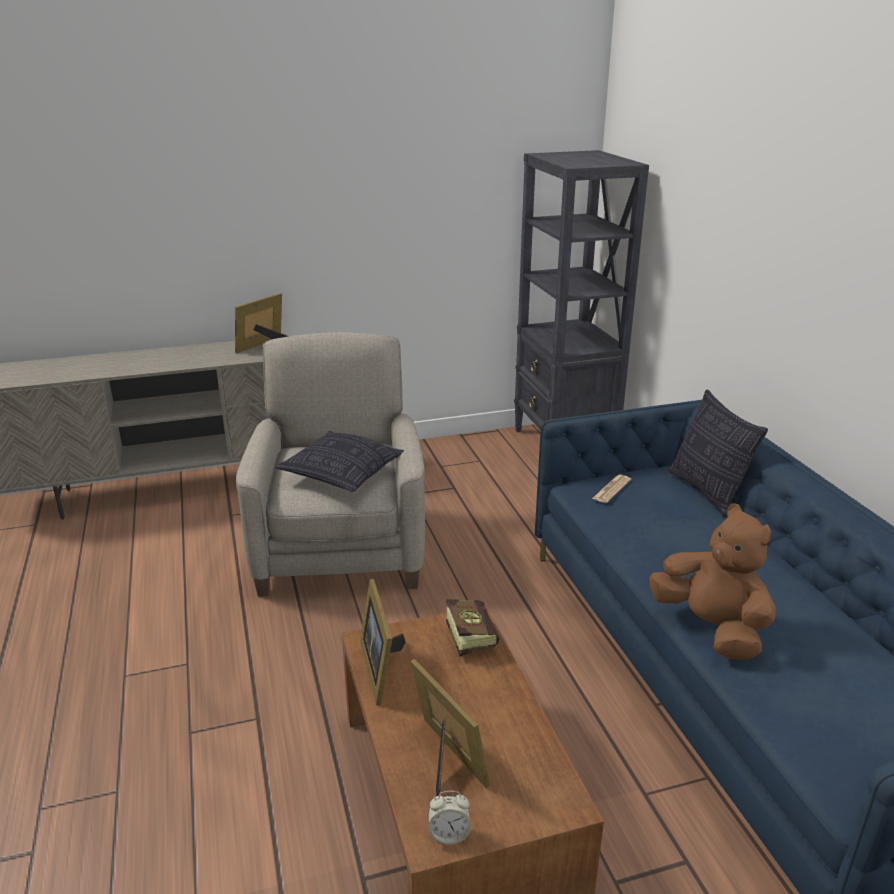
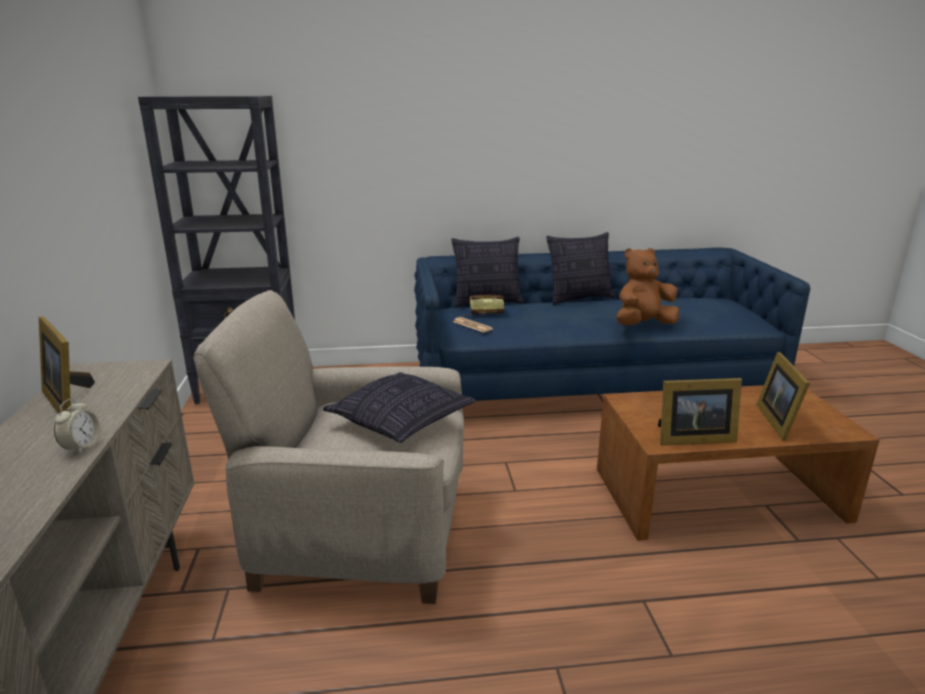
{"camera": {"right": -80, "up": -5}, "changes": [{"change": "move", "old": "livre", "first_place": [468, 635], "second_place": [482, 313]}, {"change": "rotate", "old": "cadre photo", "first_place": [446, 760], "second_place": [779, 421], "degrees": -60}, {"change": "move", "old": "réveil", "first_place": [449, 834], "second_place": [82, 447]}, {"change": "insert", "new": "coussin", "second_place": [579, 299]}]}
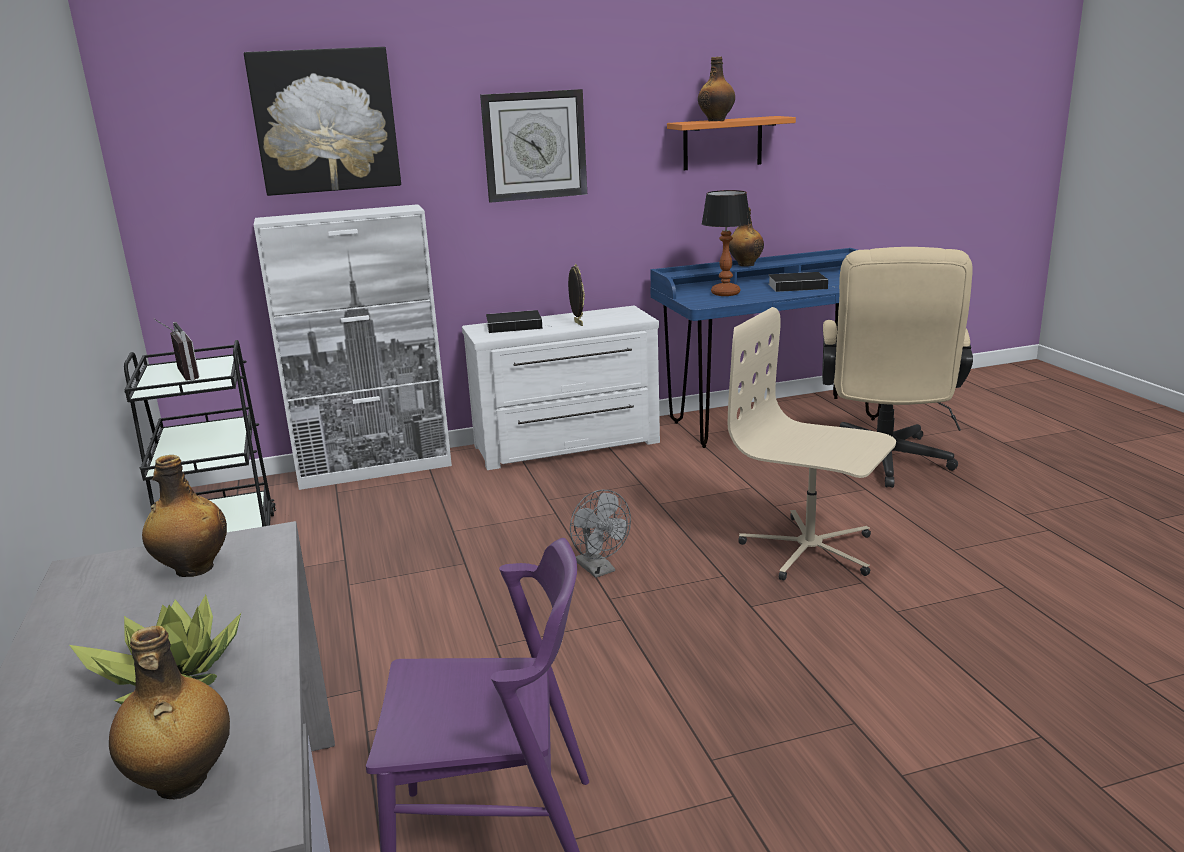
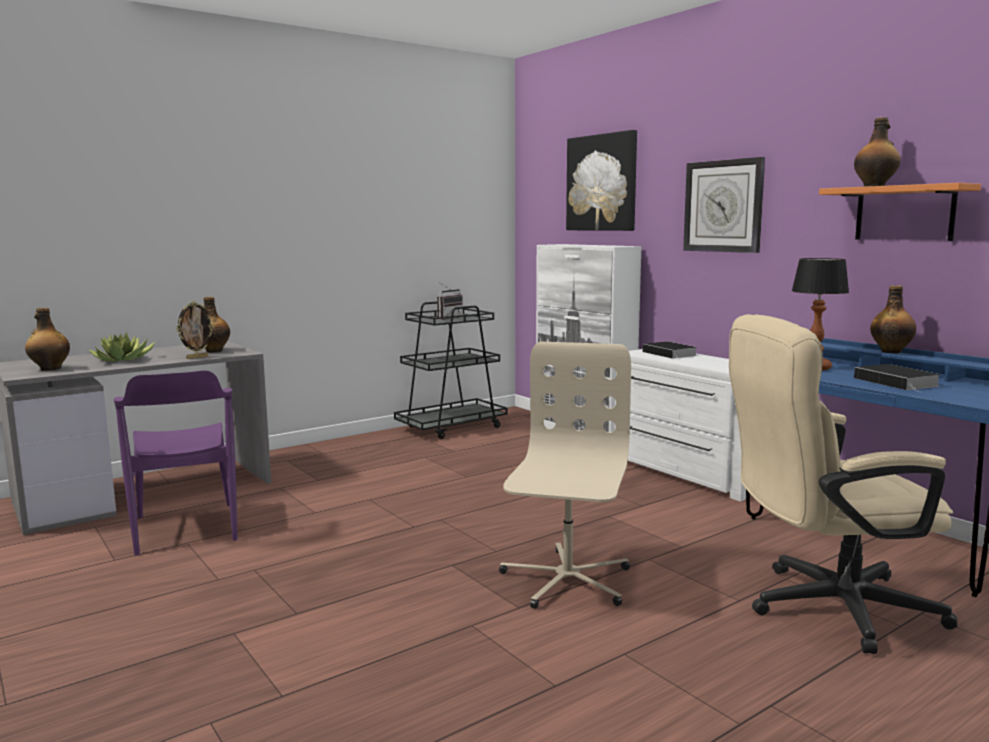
{"camera": {"right": 70, "up": -10}, "changes": [{"change": "move", "old": "cadre photo", "first_place": [577, 323], "second_place": [197, 357]}, {"change": "delete", "old": "ventilateur (gris)", "first_place": [599, 569]}]}
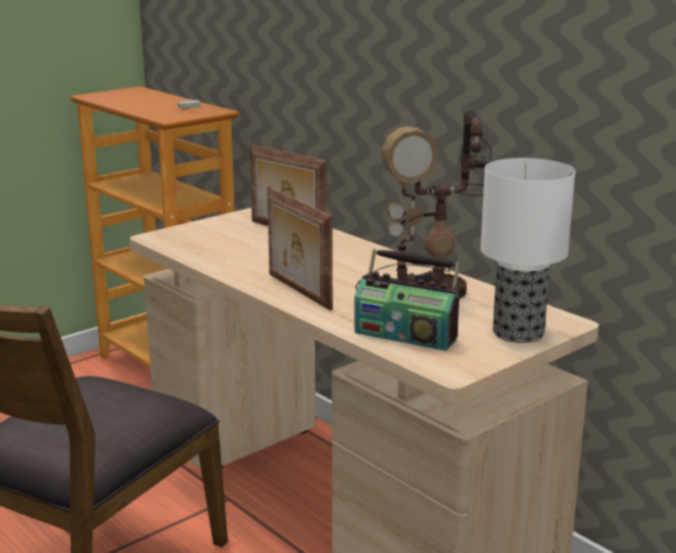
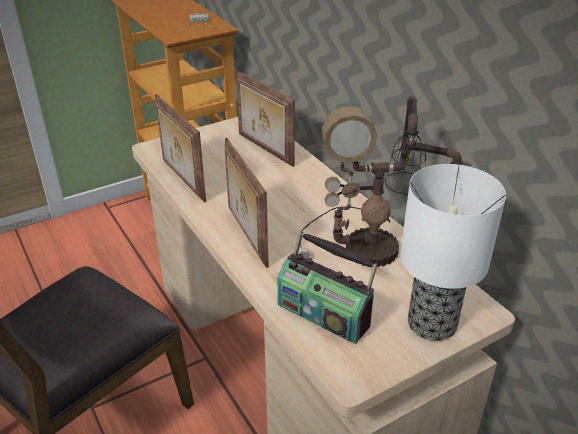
{"camera": {"right": 10, "up": 15}, "changes": [{"change": "insert", "new": "cadre photo", "second_place": [182, 180]}]}
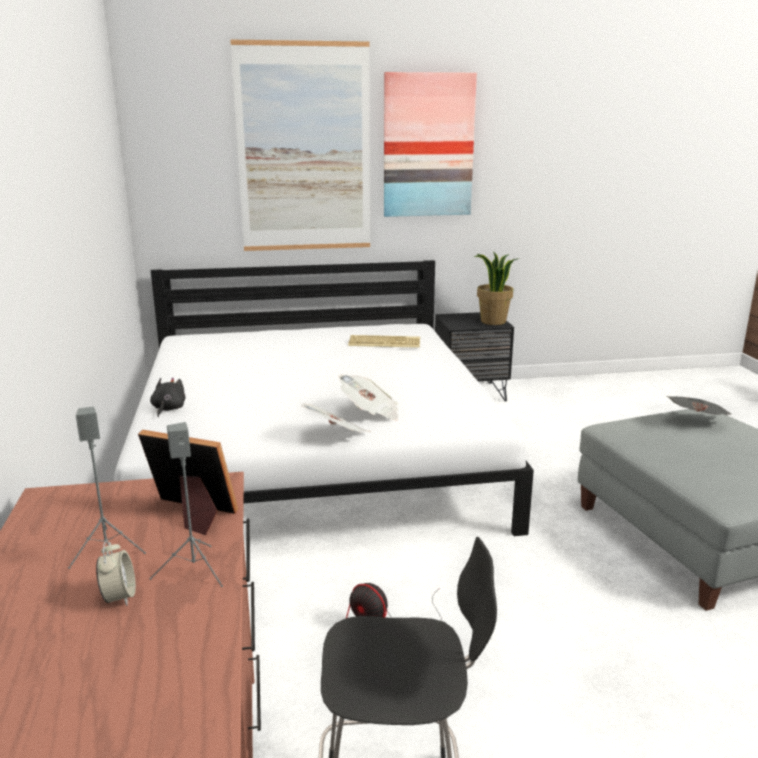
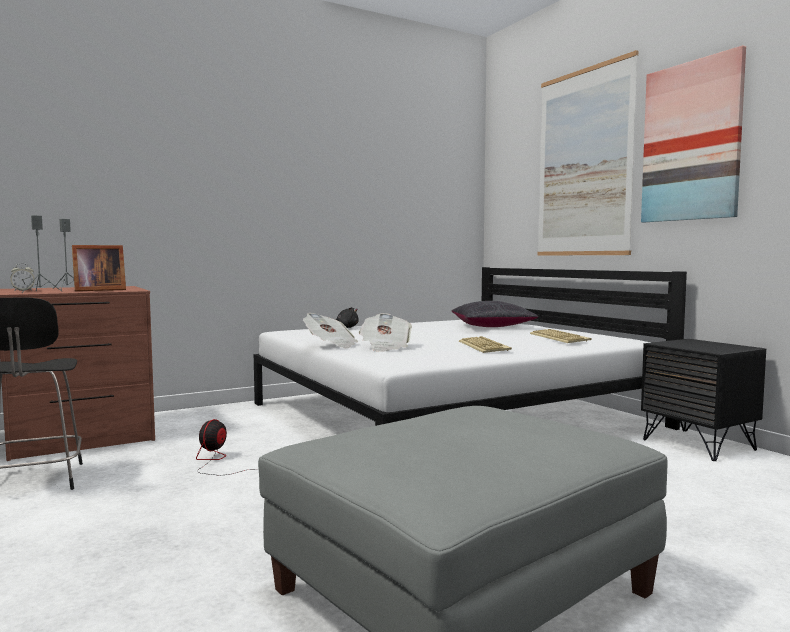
{"camera": {"right": 70, "up": -15}, "changes": [{"change": "delete", "old": "plante en pot", "first_place": [493, 321]}, {"change": "delete", "old": "journal", "first_place": [697, 421]}, {"change": "rotate", "old": "cadre photo", "first_place": [192, 514], "second_place": [97, 290], "degrees": 60}, {"change": "insert", "new": "coussin (noir)", "second_place": [492, 326]}, {"change": "insert", "new": "clavier", "second_place": [485, 346]}]}
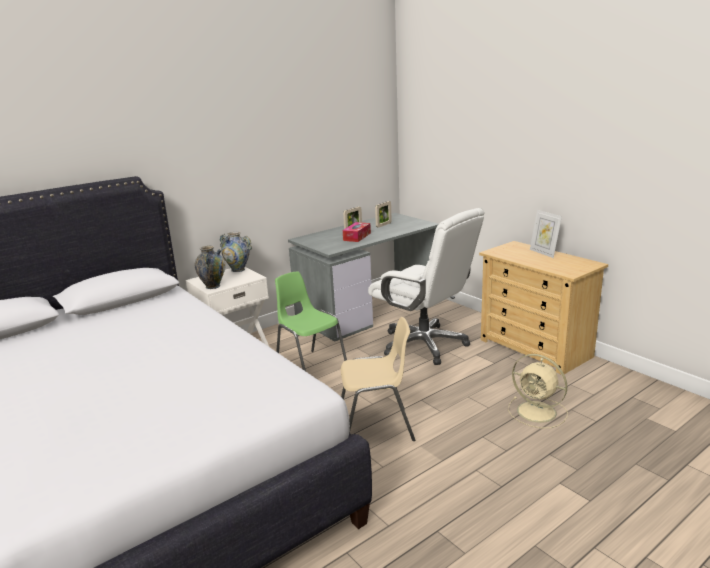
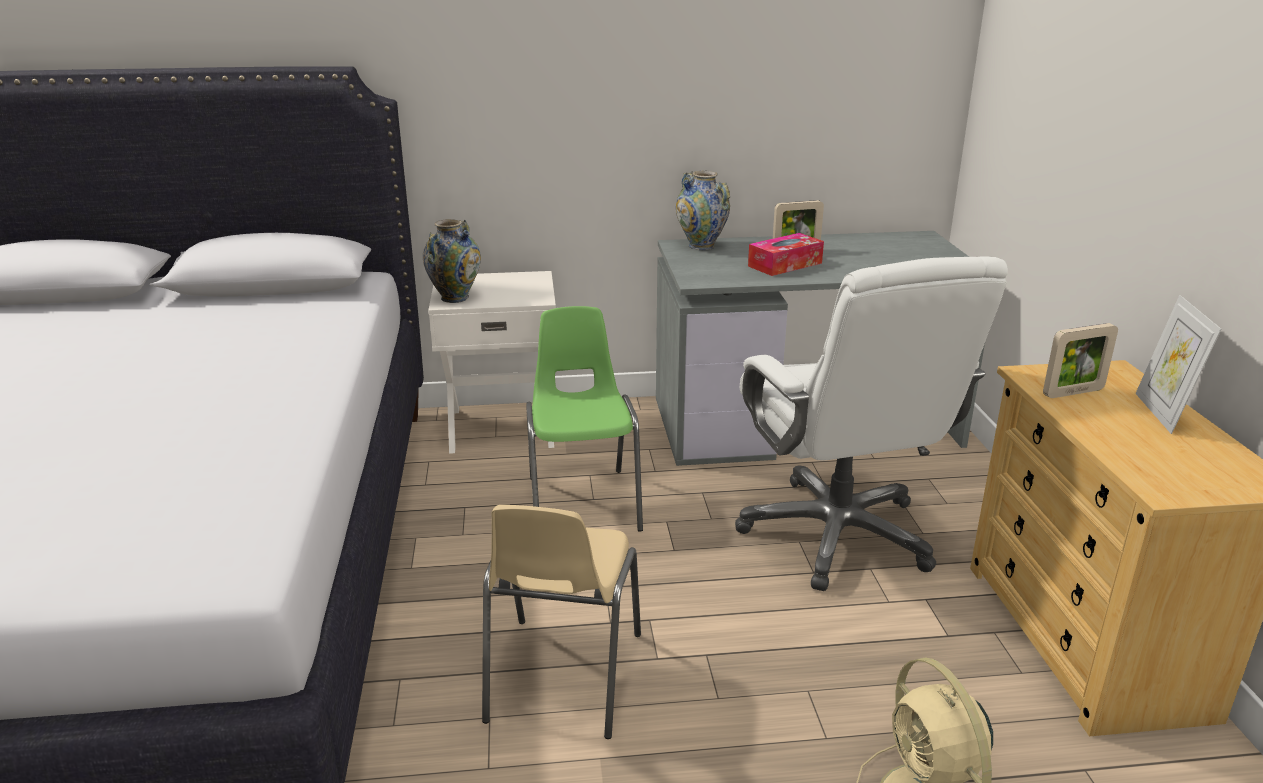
{"camera": {"right": 30, "up": 5}, "changes": [{"change": "move", "old": "cadre photo", "first_place": [383, 225], "second_place": [1073, 392]}, {"change": "move", "old": "vase", "first_place": [238, 269], "second_place": [701, 246]}, {"change": "rotate", "old": "chaise (beige)", "first_place": [376, 428], "second_place": [562, 677], "degrees": 75}]}
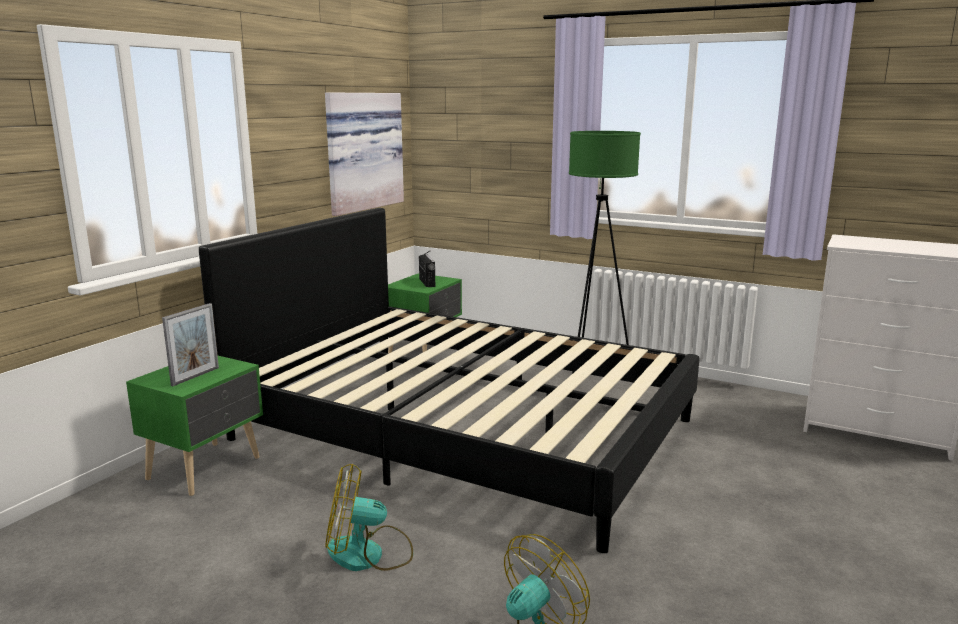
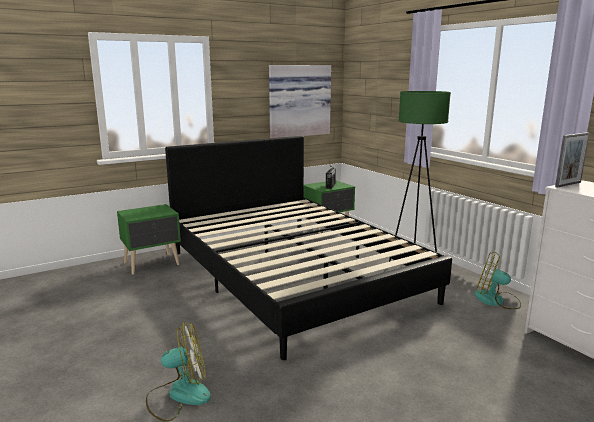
{"camera": {"right": 30, "up": 0}, "changes": [{"change": "move", "old": "cadre photo", "first_place": [195, 376], "second_place": [568, 184]}, {"change": "move", "old": "ventilateur", "first_place": [368, 554], "second_place": [496, 300]}]}
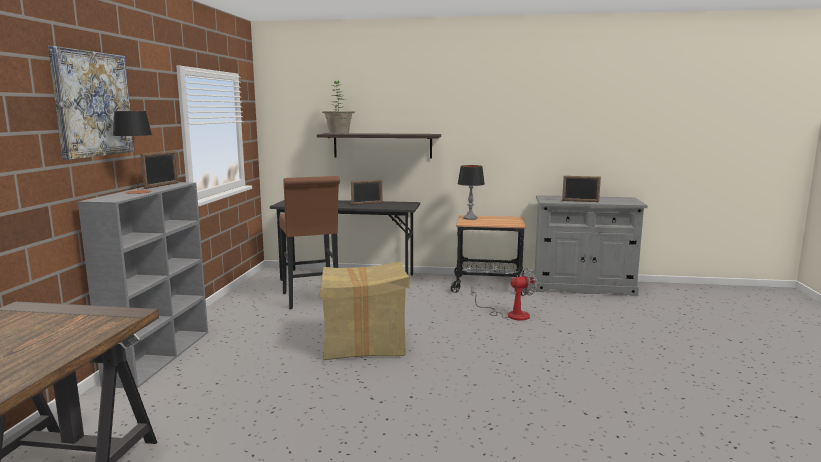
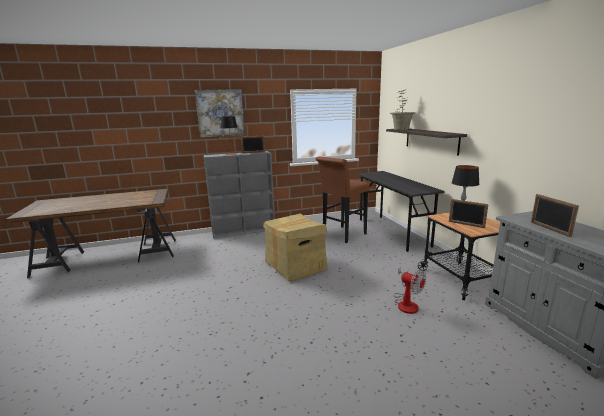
{"camera": {"right": 65, "up": 5}, "changes": [{"change": "move", "old": "cadre photo", "first_place": [367, 203], "second_place": [466, 224]}]}
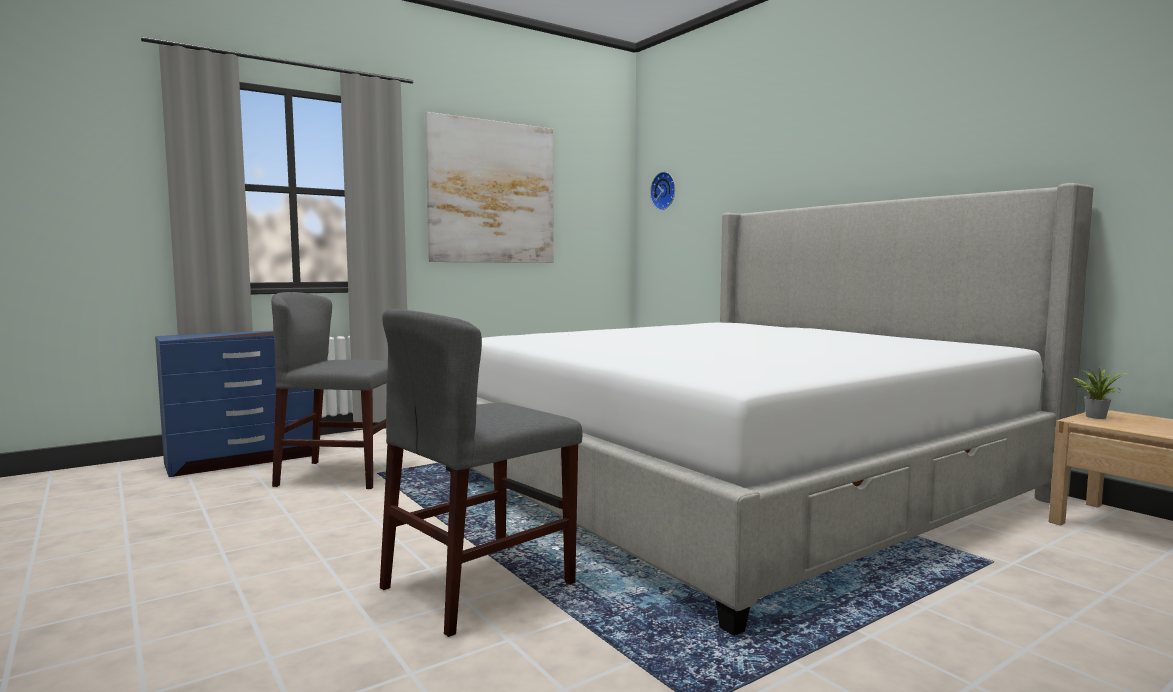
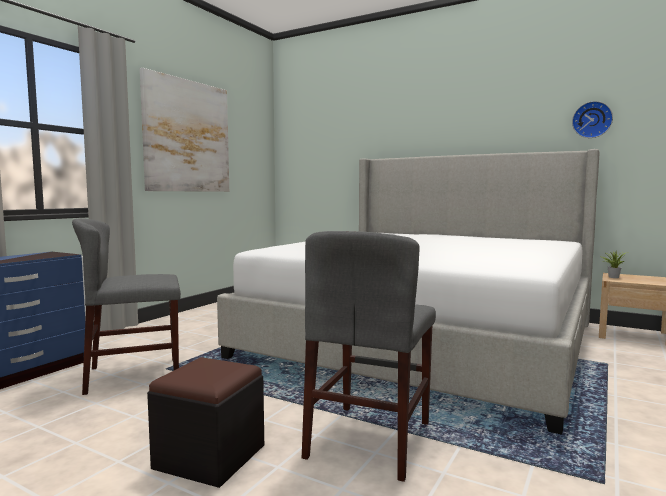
{"camera": {"right": -25, "up": 0}, "changes": [{"change": "move", "old": "horloge murale", "first_place": [664, 191], "second_place": [592, 120]}, {"change": "insert", "new": "pouf (noir)", "second_place": [209, 457]}]}
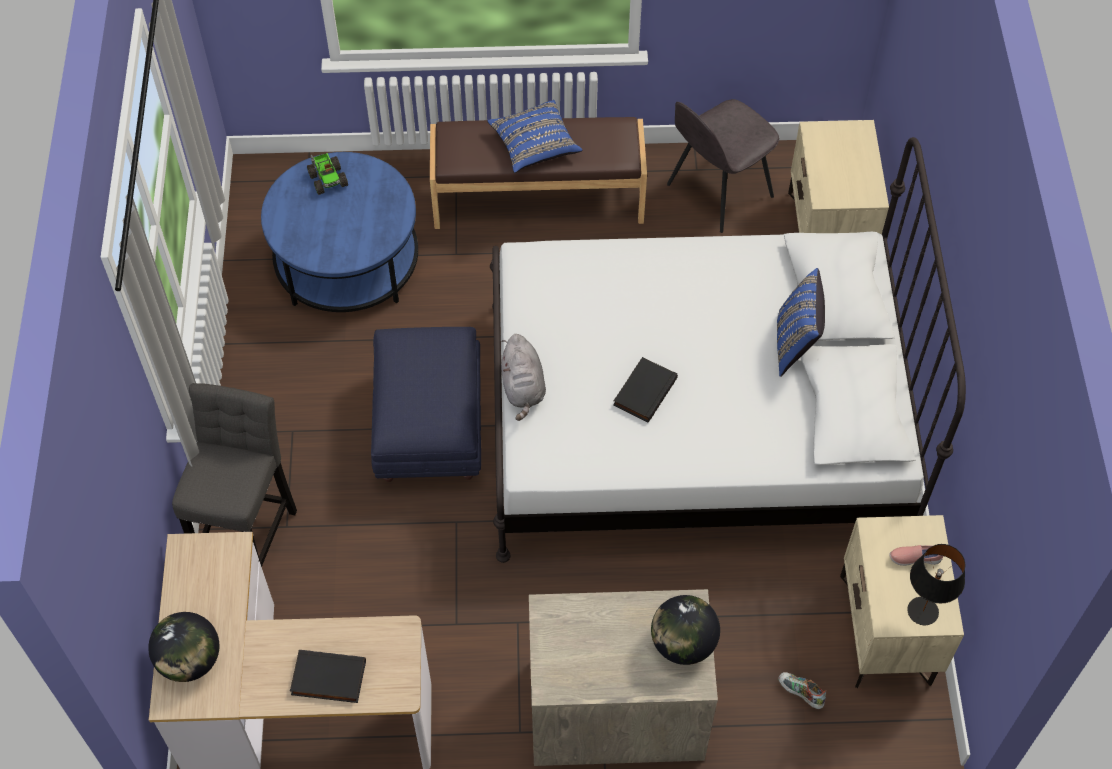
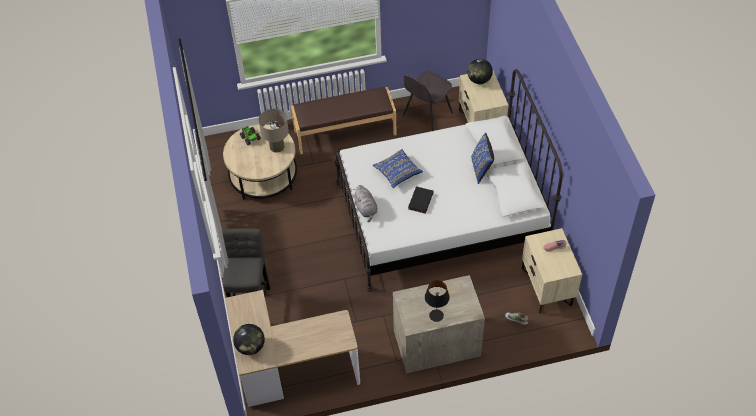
{"camera": {"right": -10, "up": -5}, "changes": [{"change": "move", "old": "coussin (bleu)", "first_place": [534, 145], "second_place": [397, 173]}, {"change": "recolor", "old": "table basse (bleu)", "new": "table basse (beige)", "first_place": [347, 261], "second_place": [263, 176]}, {"change": "delete", "old": "pouf (bleu)", "first_place": [430, 429]}, {"change": "move", "old": "lampe de table (noir)", "first_place": [922, 611], "second_place": [436, 315]}, {"change": "move", "old": "globe", "first_place": [683, 643], "second_place": [479, 80]}, {"change": "delete", "old": "livre (noir)", "first_place": [328, 679]}, {"change": "insert", "new": "lampe de table (beige)", "second_place": [277, 146]}]}
